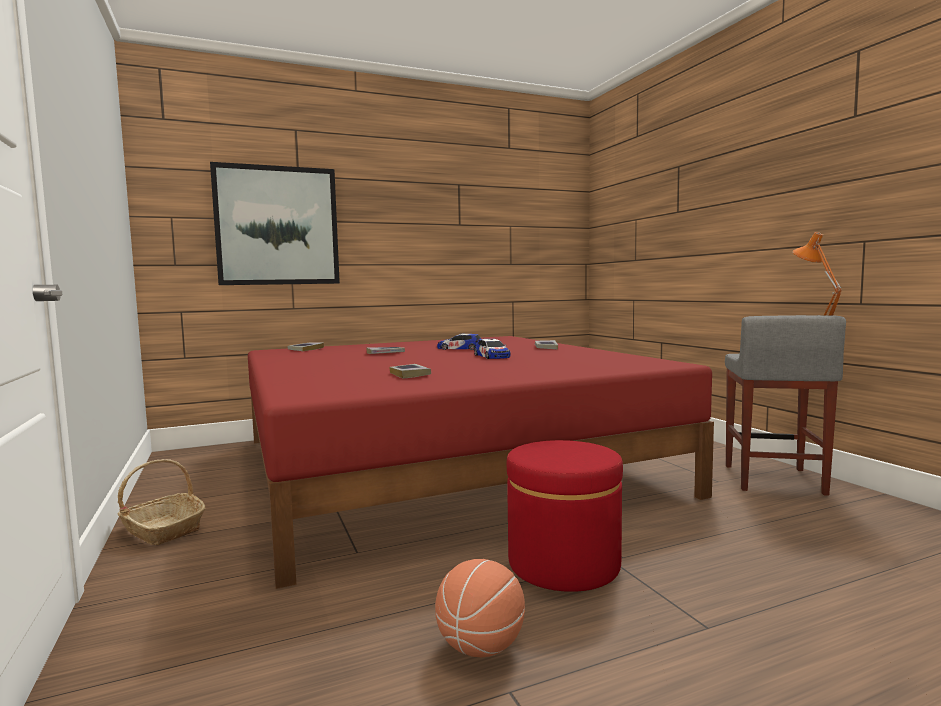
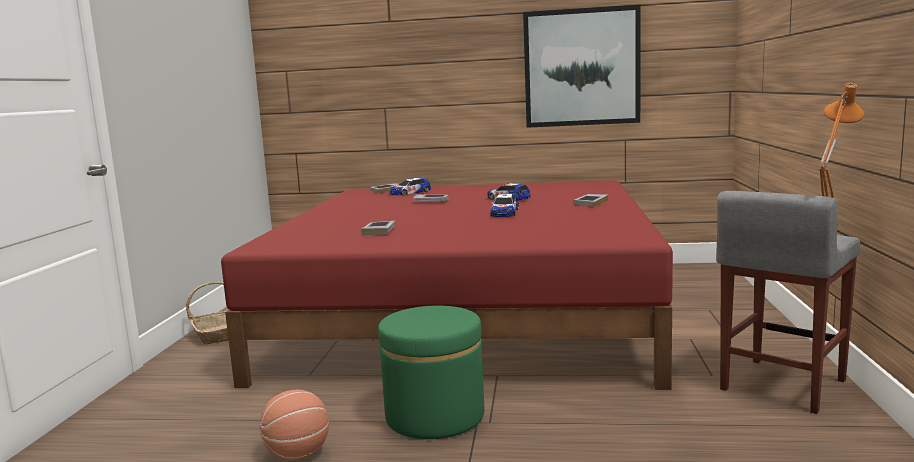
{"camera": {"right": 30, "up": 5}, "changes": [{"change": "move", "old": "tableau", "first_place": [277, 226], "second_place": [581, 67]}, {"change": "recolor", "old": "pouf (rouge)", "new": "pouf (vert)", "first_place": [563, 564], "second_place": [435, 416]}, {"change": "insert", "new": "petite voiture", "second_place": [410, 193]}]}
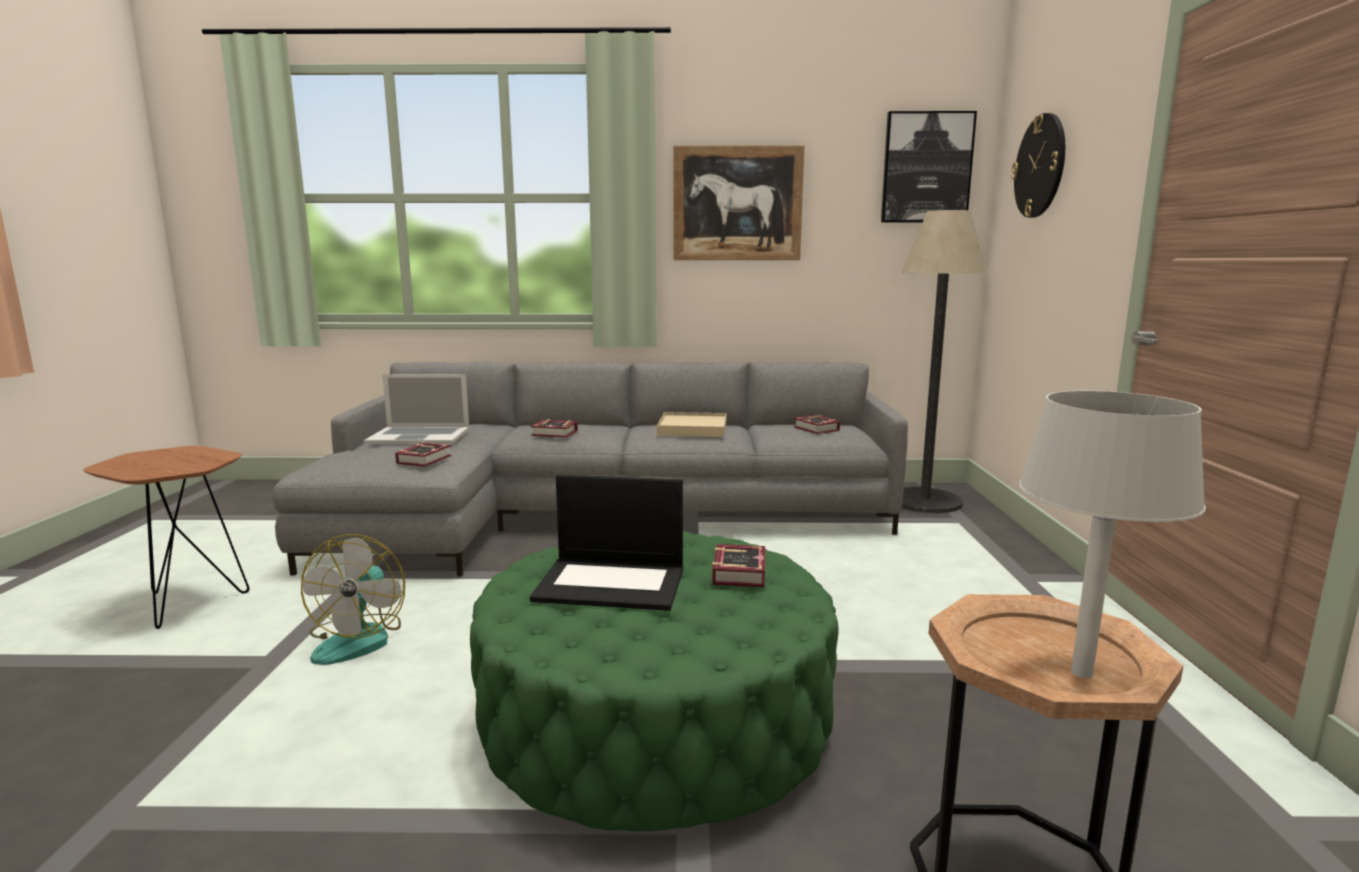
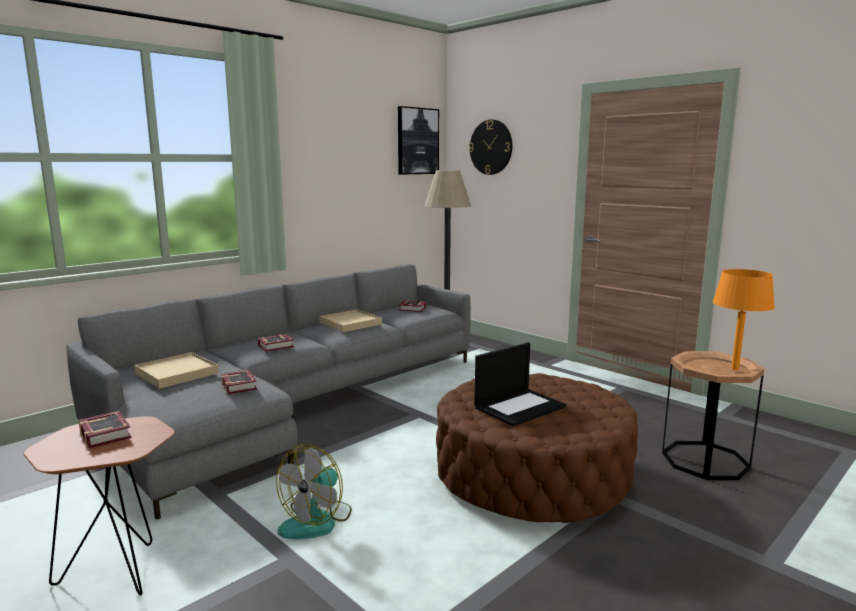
{"camera": {"right": -45, "up": 0}, "changes": [{"change": "delete", "old": "tableau", "first_place": [737, 204]}, {"change": "replace", "old": "ordinateur portable", "new": "plateau (beige)", "first_place": [419, 436], "second_place": [177, 373]}, {"change": "recolor", "old": "lampe de table (gris)", "new": "lampe de table (orange)", "first_place": [1081, 673], "second_place": [734, 369]}, {"change": "recolor", "old": "pouf (vert)", "new": "pouf (marron)", "first_place": [655, 715], "second_place": [532, 473]}, {"change": "rotate", "old": "ventilateur", "first_place": [359, 638], "second_place": [317, 521], "degrees": 75}, {"change": "move", "old": "livre", "first_place": [741, 571], "second_place": [106, 433]}]}
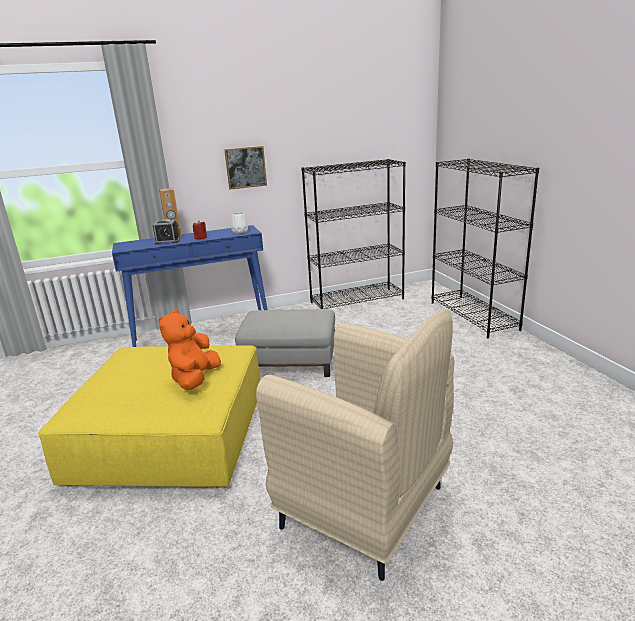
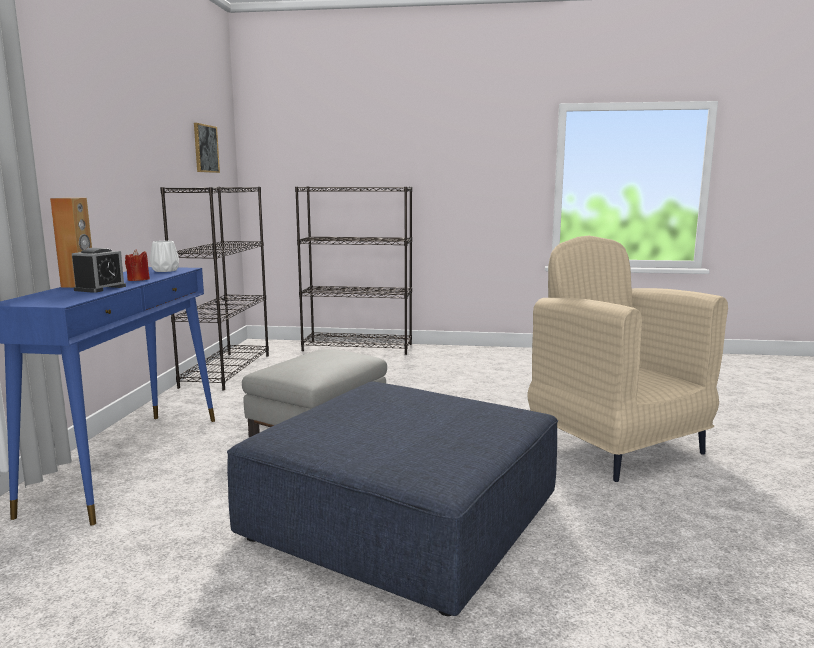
{"camera": {"right": -65, "up": -10}, "changes": [{"change": "move", "old": "tableau", "first_place": [245, 167], "second_place": [205, 148]}, {"change": "delete", "old": "peluche (orange)", "first_place": [195, 379]}, {"change": "rotate", "old": "fauteuil (beige)", "first_place": [366, 508], "second_place": [616, 446], "degrees": -90}, {"change": "recolor", "old": "pouf (jaune)", "new": "pouf (bleu)", "first_place": [171, 435], "second_place": [402, 518]}]}
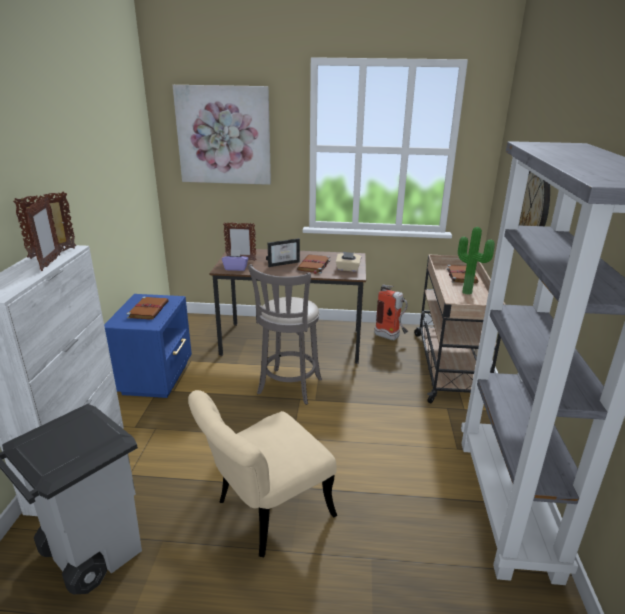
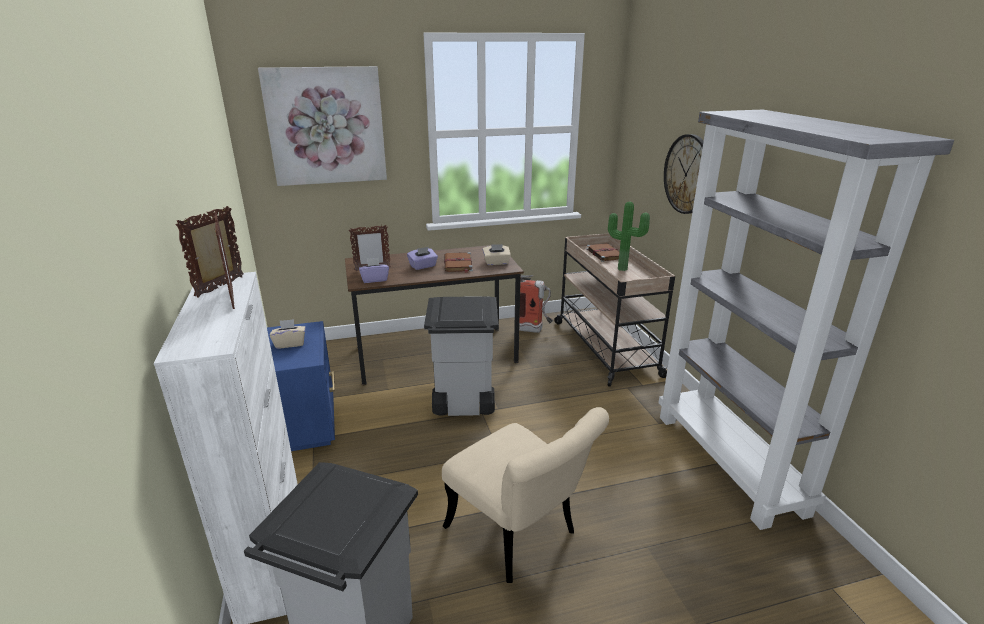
{"camera": {"right": -20, "up": 0}, "changes": [{"change": "replace", "old": "cadre photo", "new": "boîte à mouchoirs (violet)", "first_place": [283, 263], "second_place": [423, 266]}, {"change": "replace", "old": "tabouret (gris)", "new": "poubelle (gris)", "first_place": [288, 388], "second_place": [463, 403]}, {"change": "replace", "old": "livre (marron)", "new": "boîte à mouchoirs (beige)", "first_place": [148, 309], "second_place": [290, 343]}, {"change": "rotate", "old": "chaise (beige)", "first_place": [265, 513], "second_place": [520, 536], "degrees": -75}]}
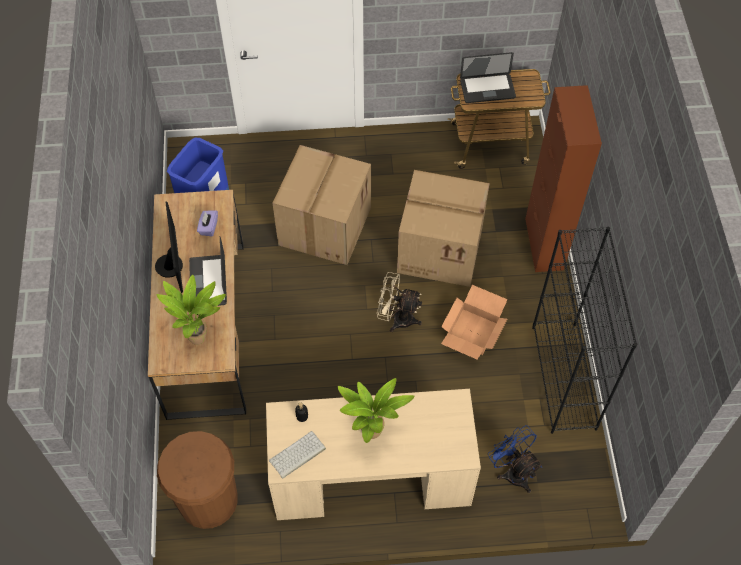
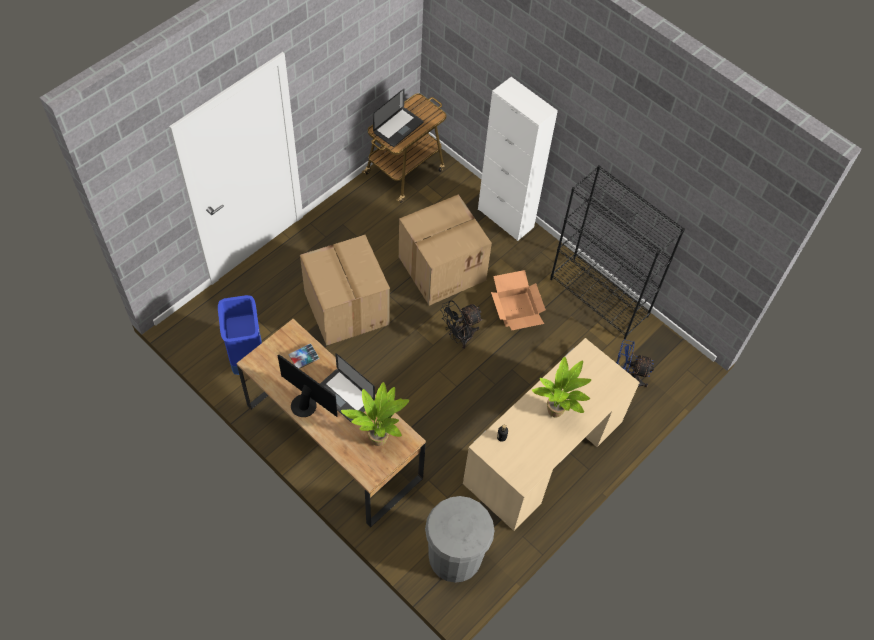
{"camera": {"right": -45, "up": 0}, "changes": [{"change": "recolor", "old": "meuble de rangement (marron)", "new": "meuble de rangement (blanc)", "first_place": [544, 244], "second_place": [505, 218]}, {"change": "replace", "old": "boîte à mouchoirs (violet)", "new": "livre", "first_place": [208, 227], "second_place": [304, 358]}, {"change": "recolor", "old": "ventilateur (beige)", "new": "ventilateur (noir)", "first_place": [397, 318], "second_place": [459, 336]}, {"change": "recolor", "old": "poubelle (marron)", "new": "poubelle (gris)", "first_place": [208, 499], "second_place": [455, 556]}, {"change": "delete", "old": "clavier", "first_place": [297, 455]}]}
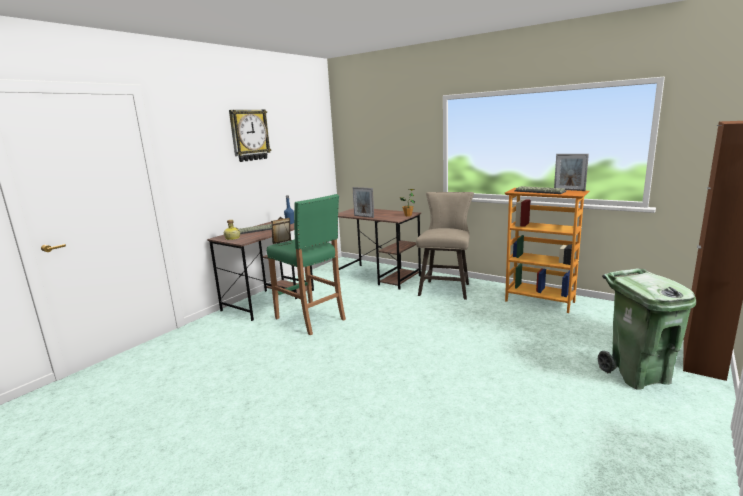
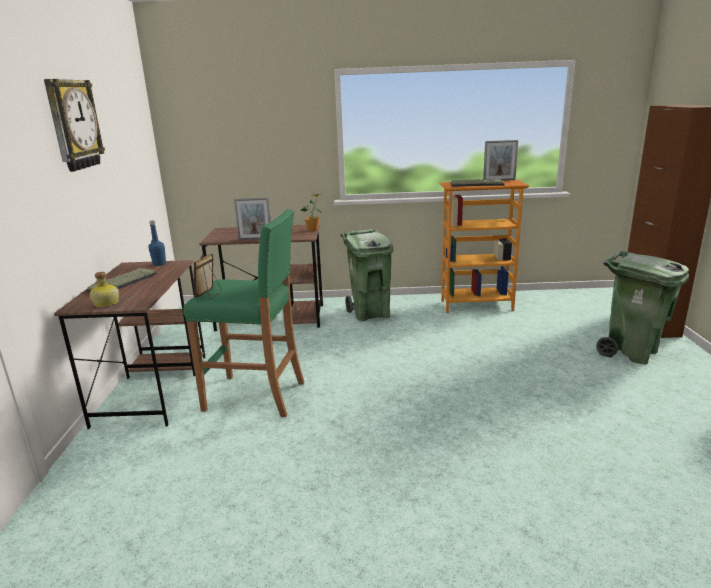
{"camera": {"right": -35, "up": 5}, "changes": [{"change": "replace", "old": "tabouret (beige)", "new": "poubelle (vert)", "first_place": [446, 288], "second_place": [370, 313]}]}
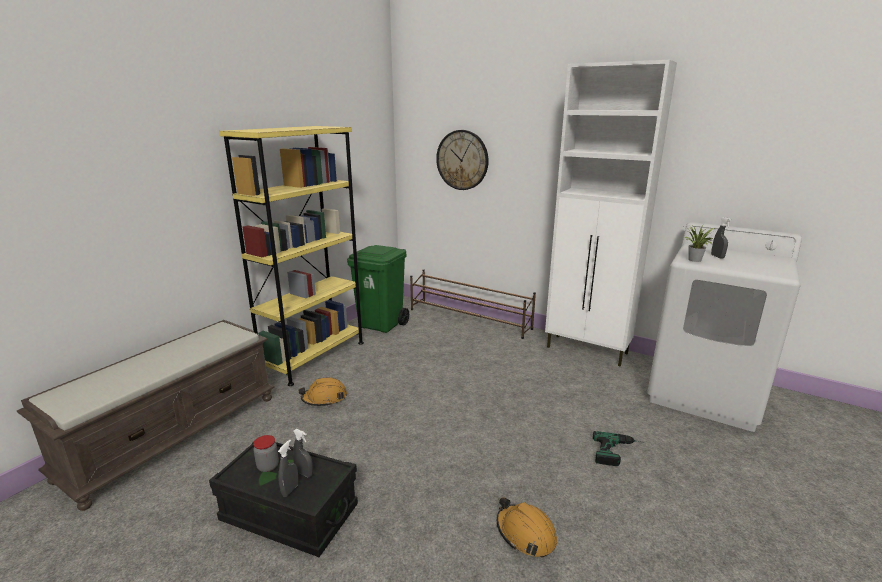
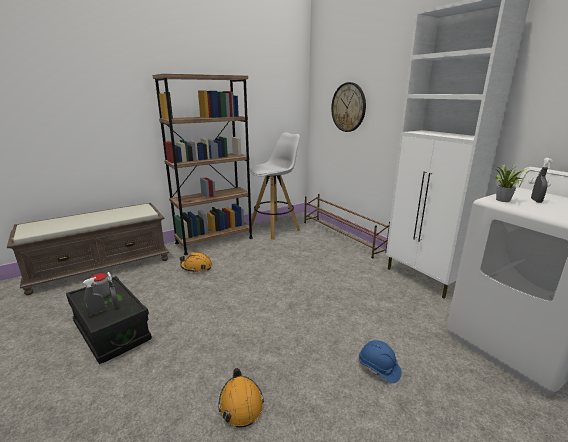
{"camera": {"right": 25, "up": 0}, "changes": [{"change": "recolor", "old": "bibliothèque (jaune)", "new": "bibliothèque (marron)", "first_place": [314, 357], "second_place": [214, 240]}, {"change": "replace", "old": "poubelle (vert)", "new": "tabouret (blanc)", "first_place": [381, 325], "second_place": [275, 229]}, {"change": "replace", "old": "perceuse", "new": "casque de chantier (bleu)", "first_place": [619, 452], "second_place": [379, 368]}]}
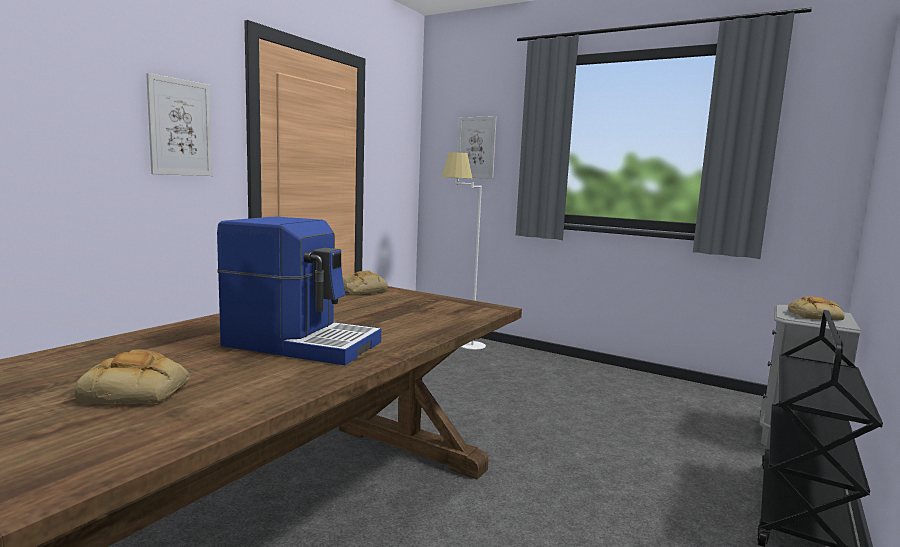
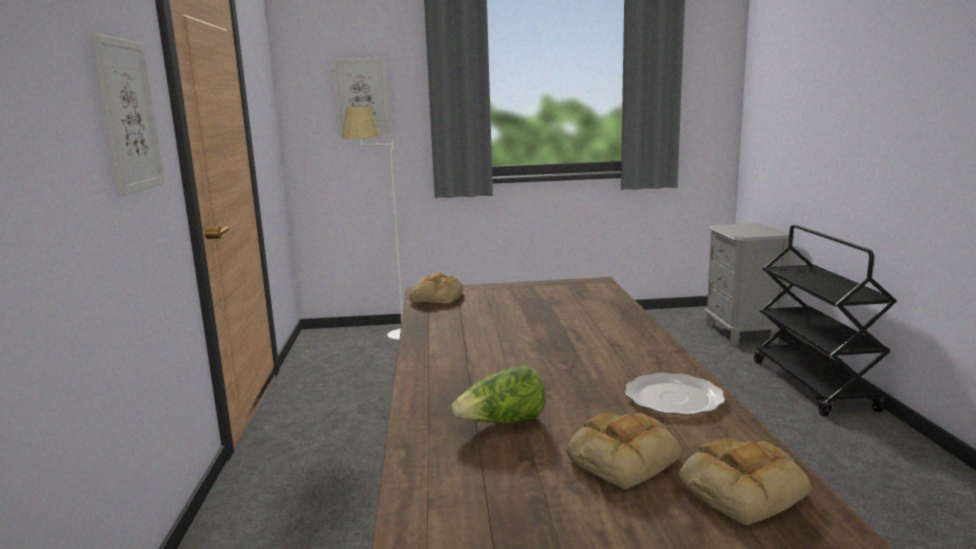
{"camera": {"right": -35, "up": 5}, "changes": [{"change": "delete", "old": "machine à café", "first_place": [302, 343]}, {"change": "move", "old": "pain", "first_place": [814, 316], "second_place": [741, 489]}, {"change": "insert", "new": "laitue", "second_place": [503, 422]}, {"change": "insert", "new": "assiette", "second_place": [672, 398]}]}
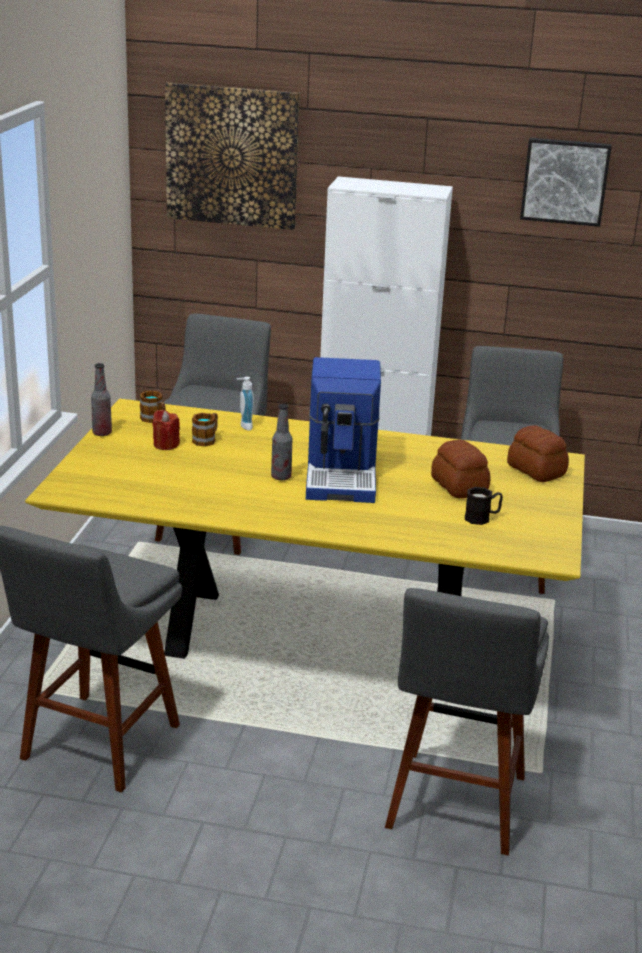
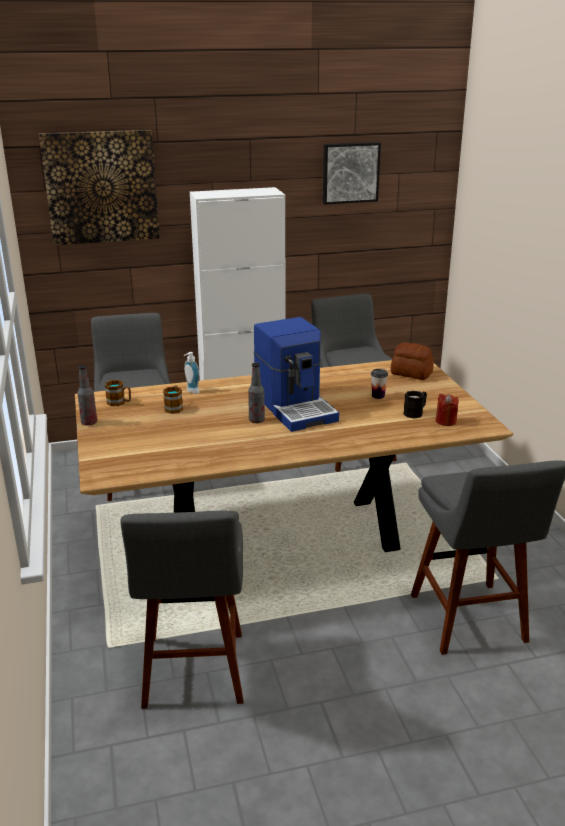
{"camera": {"right": -25, "up": 0}, "changes": [{"change": "recolor", "old": "table à manger (jaune)", "new": "table à manger (marron)", "first_place": [313, 642], "second_place": [282, 539]}, {"change": "move", "old": "bougie (rouge)", "first_place": [166, 444], "second_place": [445, 421]}, {"change": "replace", "old": "pain", "new": "tasse", "first_place": [458, 486], "second_place": [378, 396]}]}
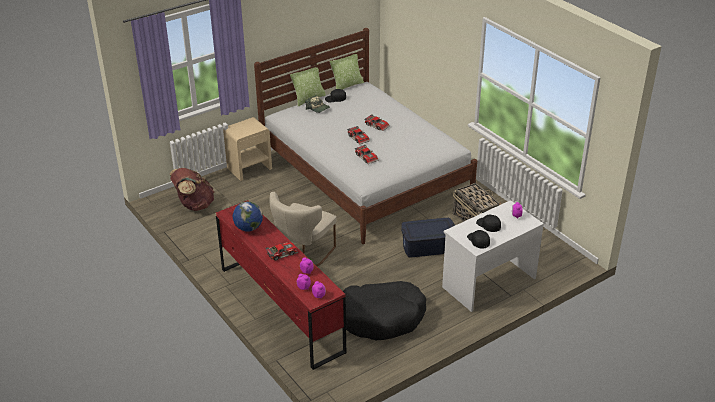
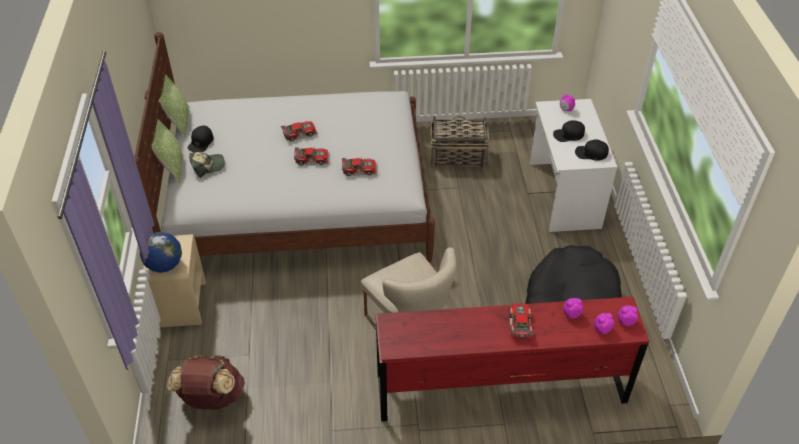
{"camera": {"right": -60, "up": 10}, "changes": [{"change": "move", "old": "globe", "first_place": [248, 228], "second_place": [164, 265]}, {"change": "delete", "old": "boîte de rangement (bleu)", "first_place": [428, 247]}]}
